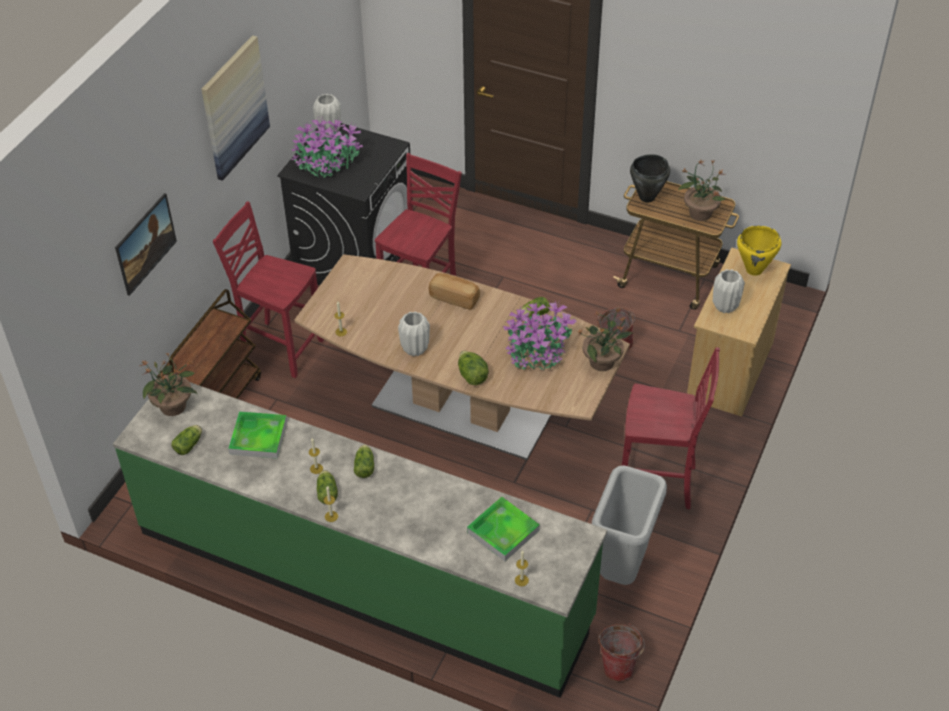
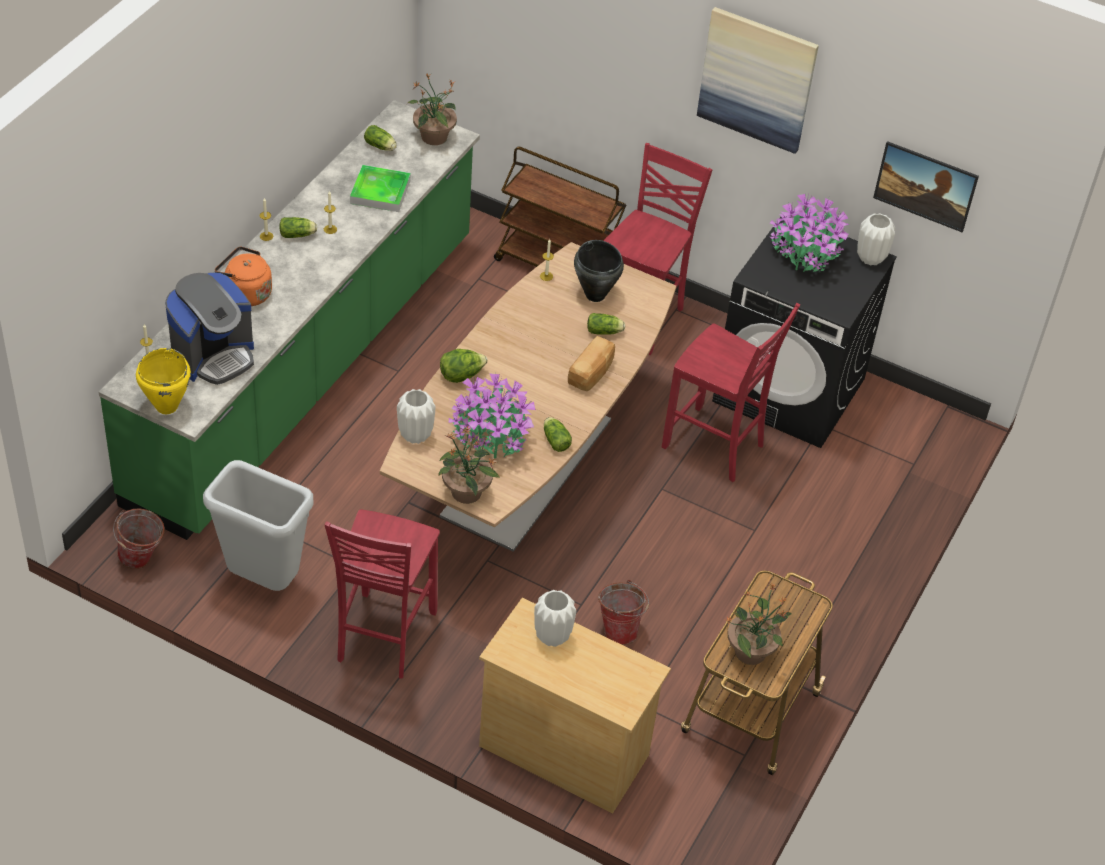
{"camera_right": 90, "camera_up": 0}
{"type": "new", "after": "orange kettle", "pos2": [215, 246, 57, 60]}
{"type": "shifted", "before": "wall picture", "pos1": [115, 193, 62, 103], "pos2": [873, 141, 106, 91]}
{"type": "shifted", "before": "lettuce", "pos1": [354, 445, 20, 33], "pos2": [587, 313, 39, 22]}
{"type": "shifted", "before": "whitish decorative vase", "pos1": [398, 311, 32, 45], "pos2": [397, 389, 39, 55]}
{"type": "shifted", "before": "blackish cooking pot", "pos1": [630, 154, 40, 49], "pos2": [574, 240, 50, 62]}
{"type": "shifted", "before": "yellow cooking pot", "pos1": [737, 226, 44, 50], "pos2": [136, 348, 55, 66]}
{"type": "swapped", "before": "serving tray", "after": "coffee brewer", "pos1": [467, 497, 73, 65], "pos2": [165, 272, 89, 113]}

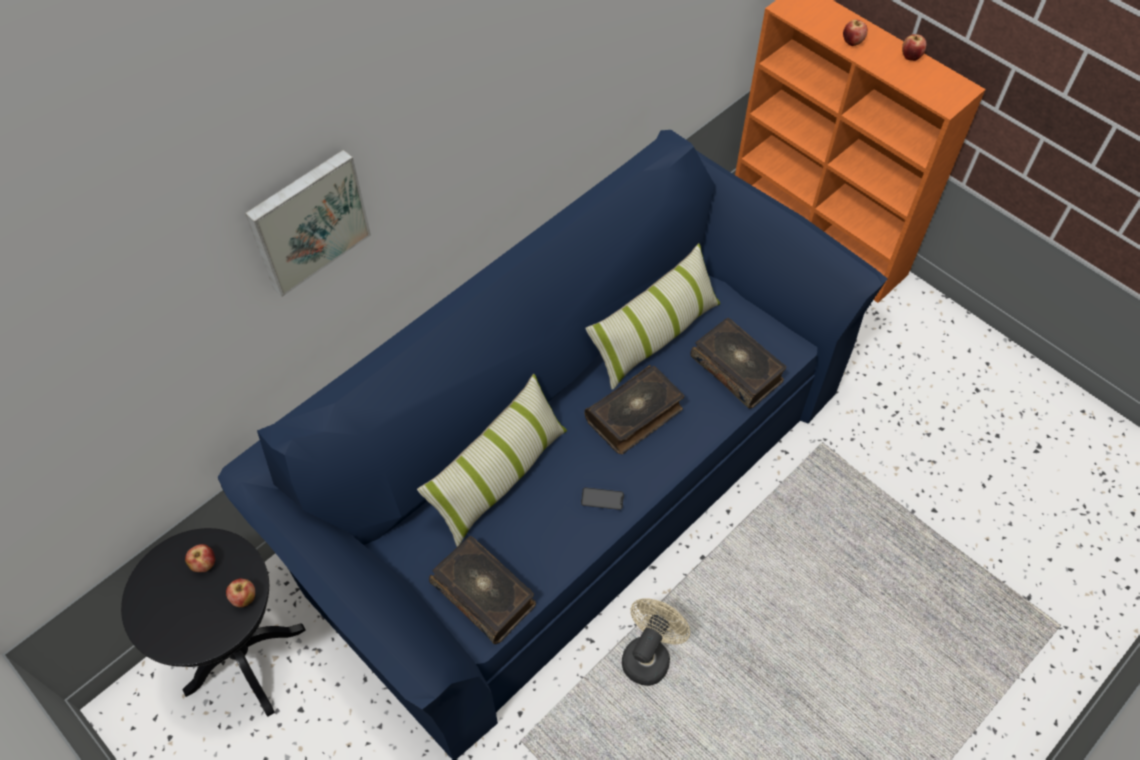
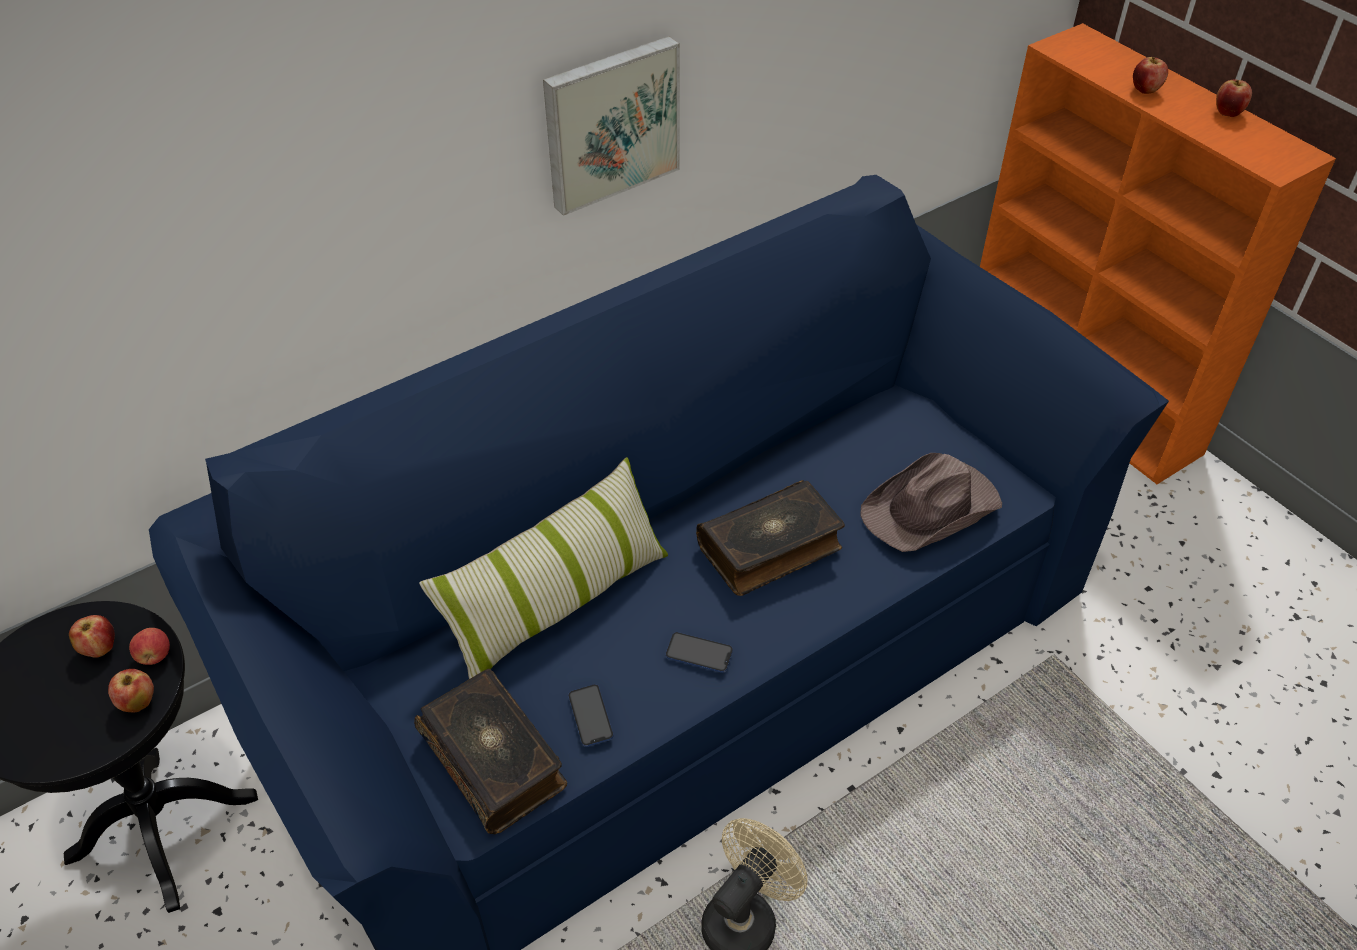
{"camera_right": 10, "camera_up": -10}
{"type": "gone", "before": "throw pillow", "pos1": [585, 243, 135, 147]}
{"type": "new", "after": "whole apple", "pos2": [129, 628, 41, 37]}
{"type": "new", "after": "phone", "pos2": [568, 684, 46, 63]}
{"type": "shifted", "before": "wall picture", "pos1": [245, 149, 126, 148], "pos2": [543, 36, 137, 180]}
{"type": "swapped", "before": "volume", "after": "brown-coloured wearable hat", "pos1": [690, 318, 96, 91], "pos2": [860, 453, 142, 99]}

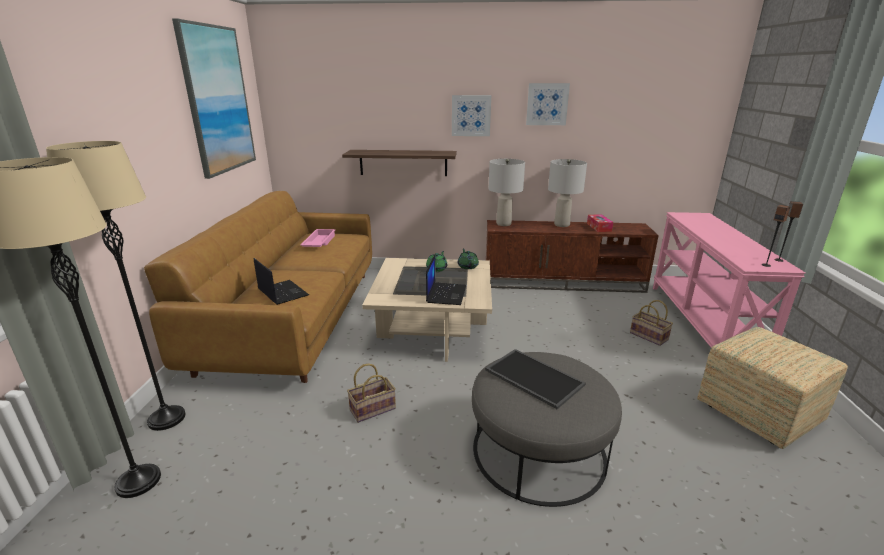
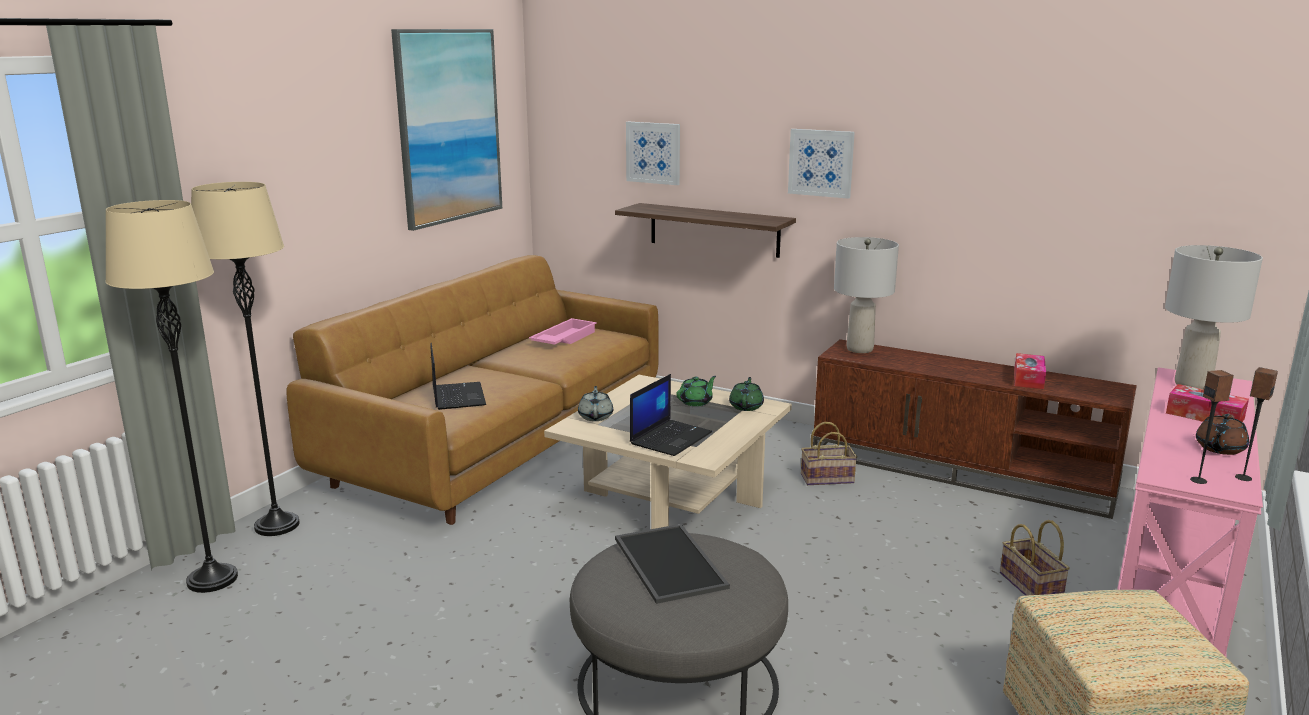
{"camera_right": 25, "camera_up": -5}
{"type": "new", "after": "greyish pot for tea", "pos2": [578, 386, 35, 35]}
{"type": "new", "after": "box of tissues", "pos2": [1166, 384, 83, 38]}
{"type": "new", "after": "brown-coloured pot for tea", "pos2": [1196, 414, 53, 41]}
{"type": "shifted", "before": "storage basket", "pos1": [347, 363, 49, 60], "pos2": [801, 422, 56, 63]}
{"type": "shifted", "before": "wall picture", "pos1": [526, 83, 44, 42], "pos2": [626, 122, 54, 63]}
{"type": "shifted", "before": "greyish table lamp", "pos1": [548, 159, 39, 68], "pos2": [1165, 245, 98, 144]}

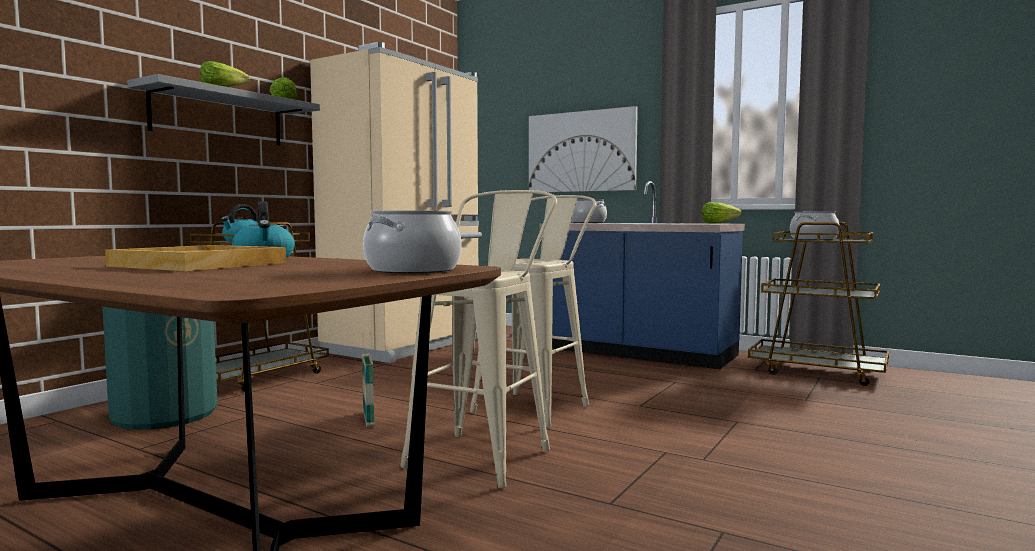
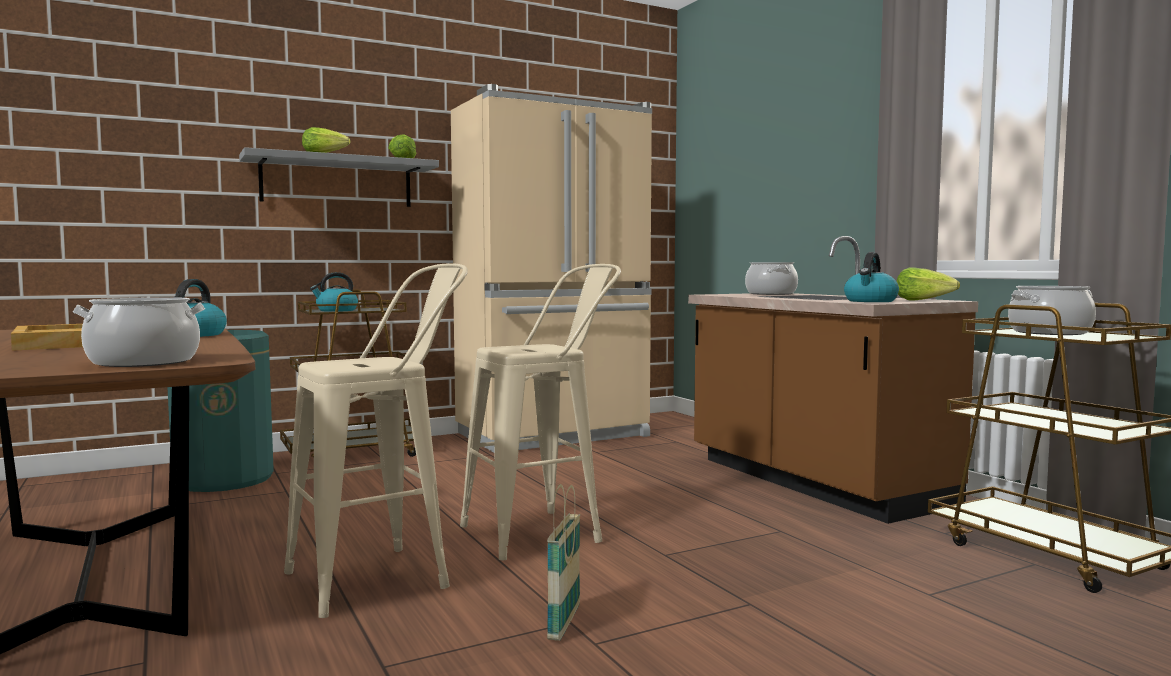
{"camera_right": 30, "camera_up": 0}
{"type": "gone", "before": "wall picture", "pos1": [529, 106, 109, 86]}
{"type": "new", "after": "kettle", "pos2": [844, 252, 55, 50]}
{"type": "shifted", "before": "storage basket", "pos1": [362, 333, 12, 94], "pos2": [547, 484, 33, 157]}
{"type": "repainted", "before": "bluish kitchen base unit", "after": "brown-coloured kitchen base unit", "pos1": [539, 181, 206, 188], "pos2": [688, 236, 290, 288]}

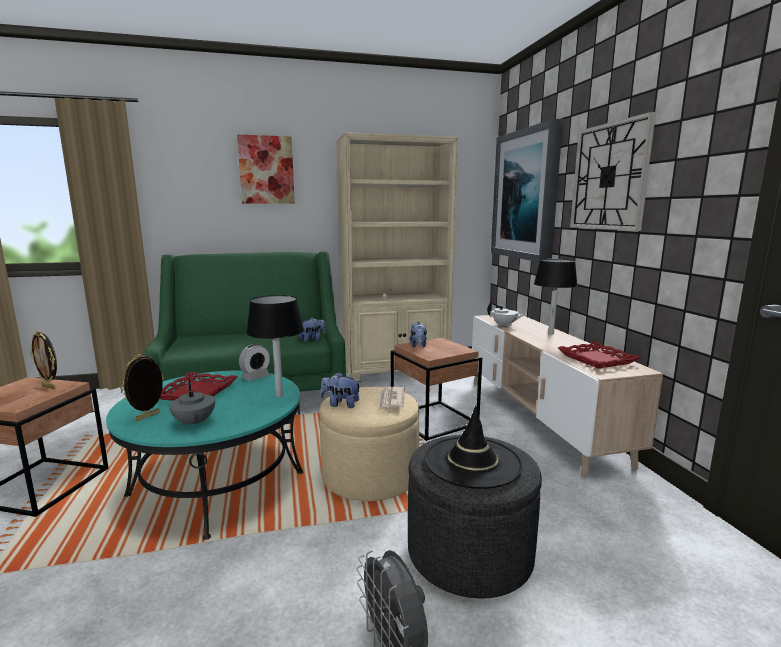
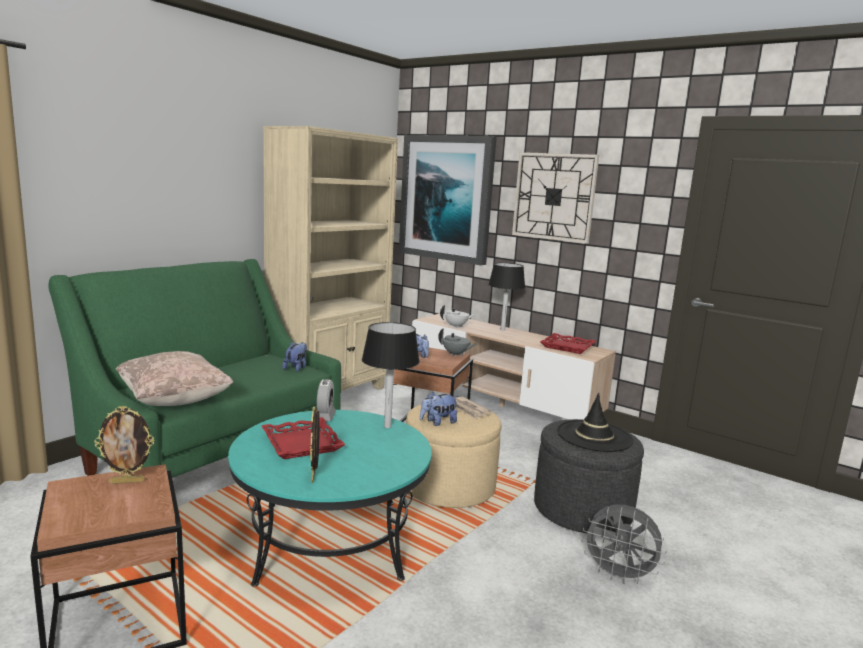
{"camera_right": -40, "camera_up": 0}
{"type": "gone", "before": "wall picture", "pos1": [237, 134, 58, 70]}
{"type": "new", "after": "beige-coloured throw pillow", "pos2": [116, 351, 118, 55]}
{"type": "shifted", "before": "greyish pot for tea", "pos1": [169, 381, 46, 47], "pos2": [438, 328, 39, 28]}

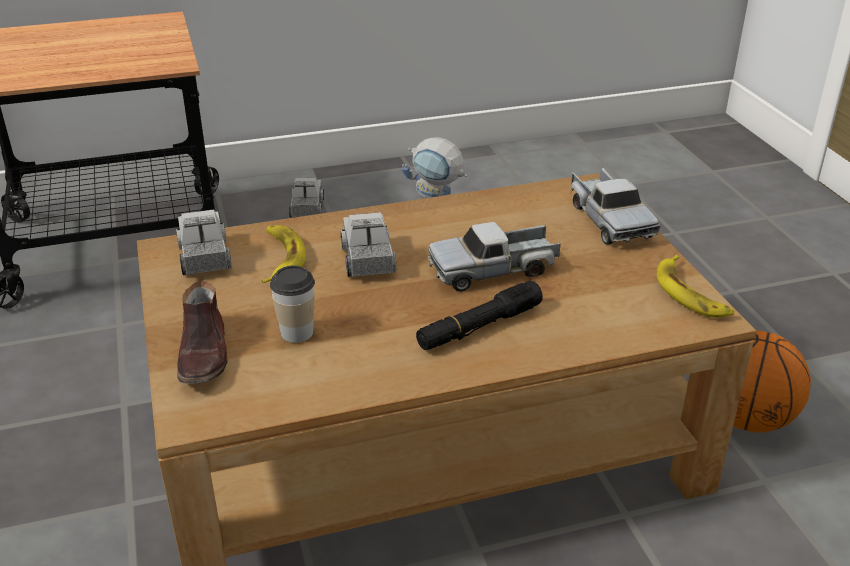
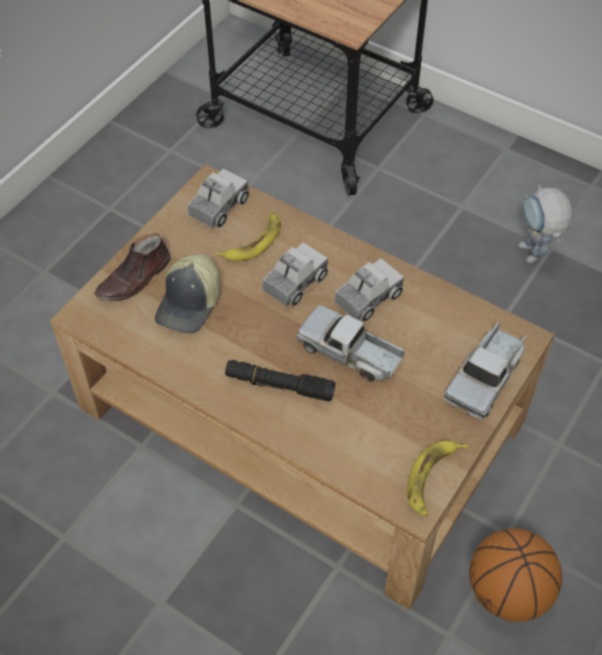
{"camera_right": 50, "camera_up": 20}
{"type": "shifted", "before": "model truck", "pos1": [289, 178, 35, 40], "pos2": [334, 259, 70, 63]}
{"type": "swapped", "before": "drinking cup", "after": "baseball cap", "pos1": [270, 265, 45, 78], "pos2": [155, 254, 65, 79]}

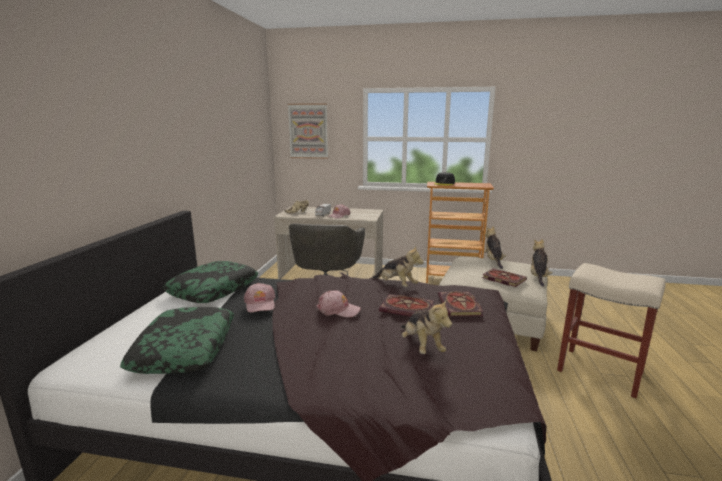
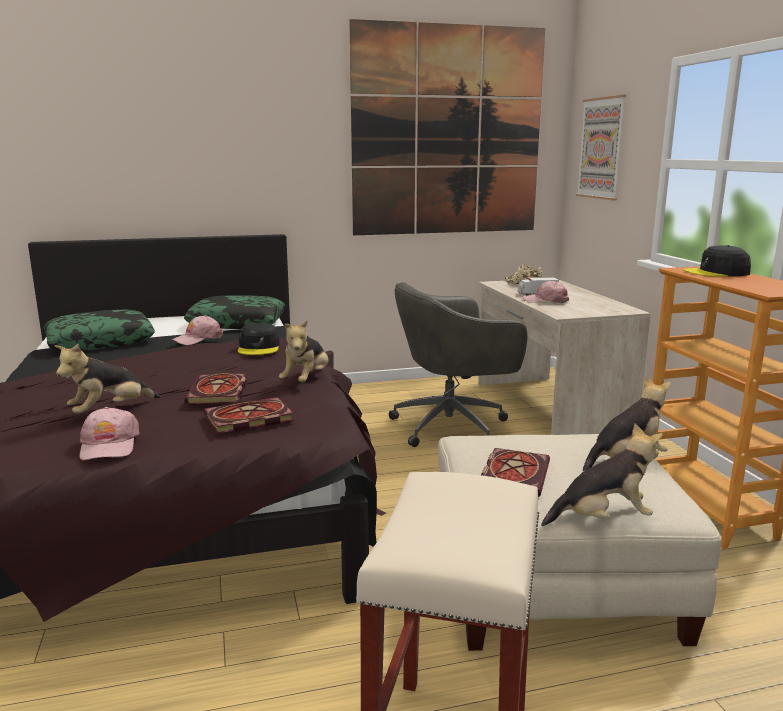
{"camera_right": 65, "camera_up": 0}
{"type": "new", "after": "blackish baseball cap", "pos2": [238, 323, 42, 32]}
{"type": "new", "after": "wall picture", "pos2": [350, 19, 195, 216]}
{"type": "shifted", "before": "pinkish baseball cap", "pos1": [317, 290, 44, 27], "pos2": [79, 407, 61, 53]}

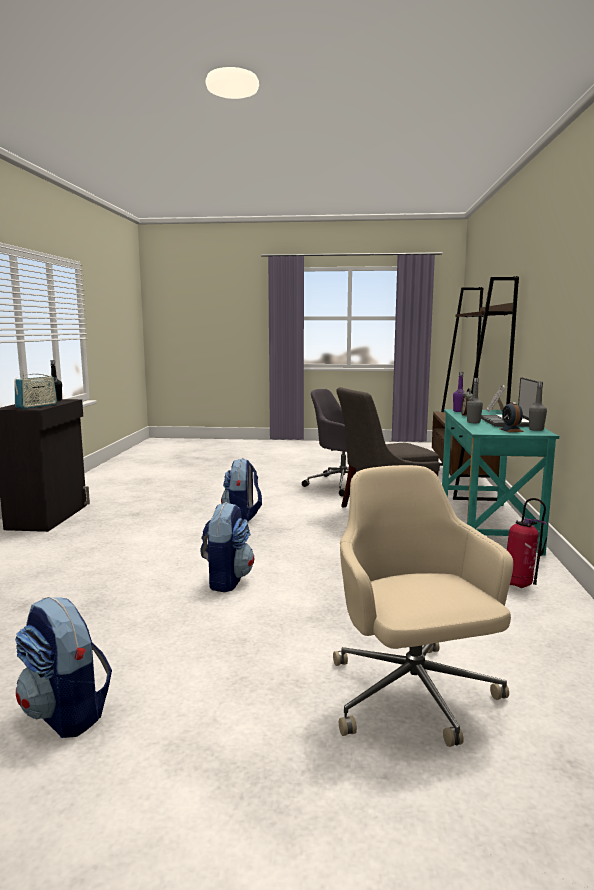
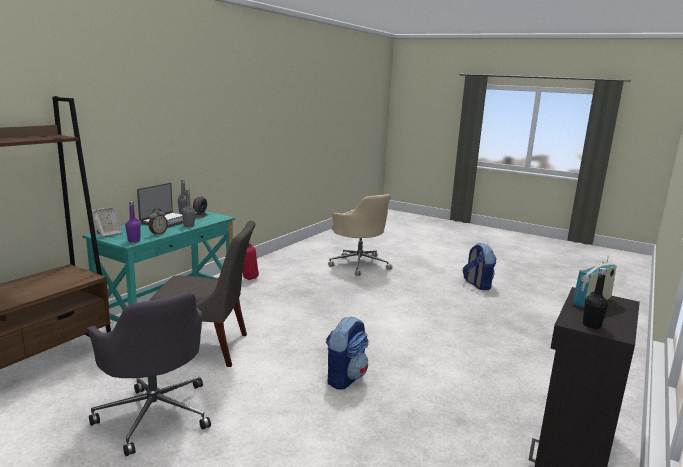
{"camera_right": -155, "camera_up": 5}
{"type": "gone", "before": "knapsack", "pos1": [200, 502, 54, 90]}
{"type": "rotated", "before": "beige-coloured computer chair", "pos1": [333, 465, 180, 282], "pos2": [328, 194, 65, 82], "turn": -45}

